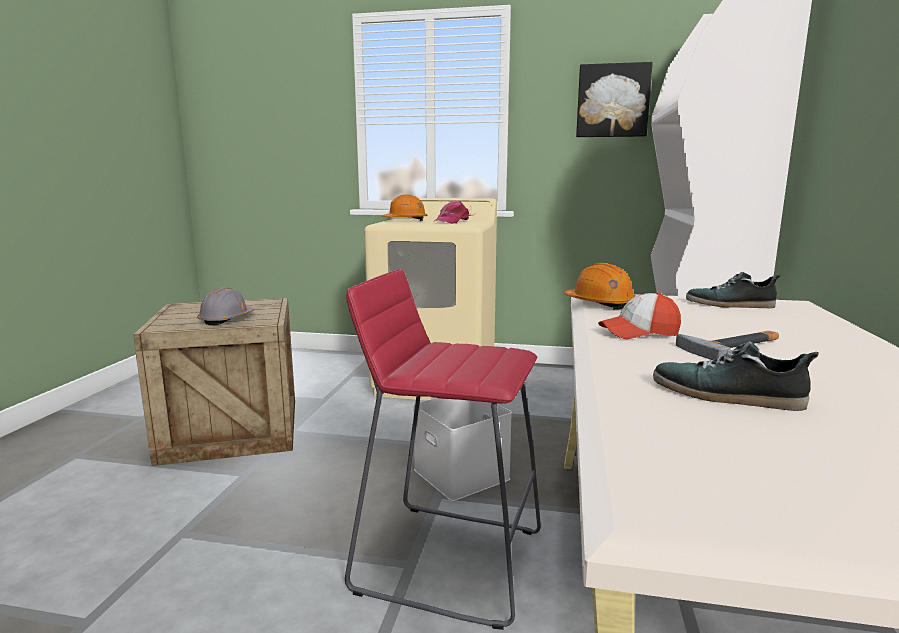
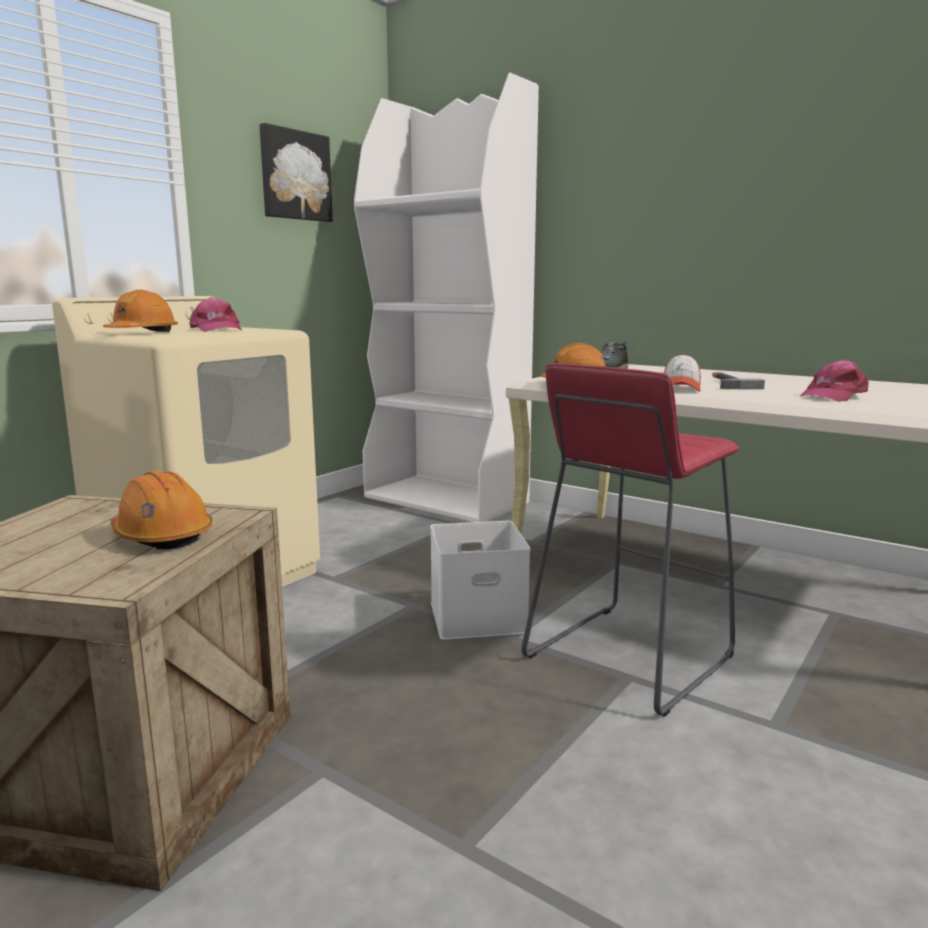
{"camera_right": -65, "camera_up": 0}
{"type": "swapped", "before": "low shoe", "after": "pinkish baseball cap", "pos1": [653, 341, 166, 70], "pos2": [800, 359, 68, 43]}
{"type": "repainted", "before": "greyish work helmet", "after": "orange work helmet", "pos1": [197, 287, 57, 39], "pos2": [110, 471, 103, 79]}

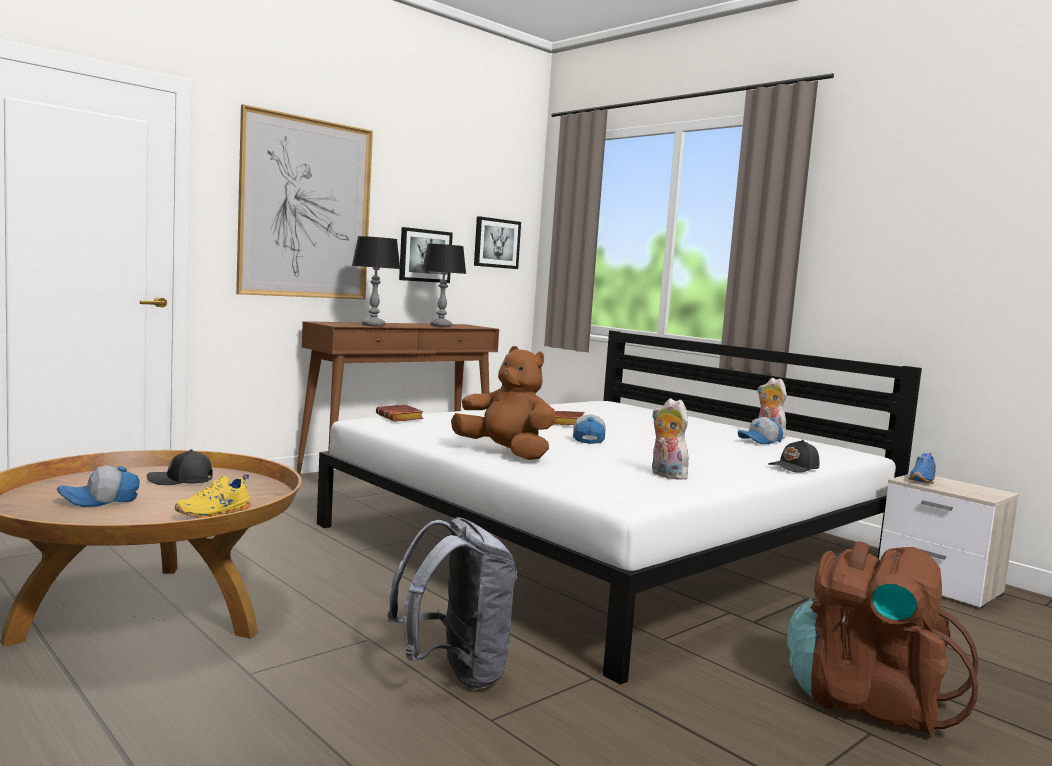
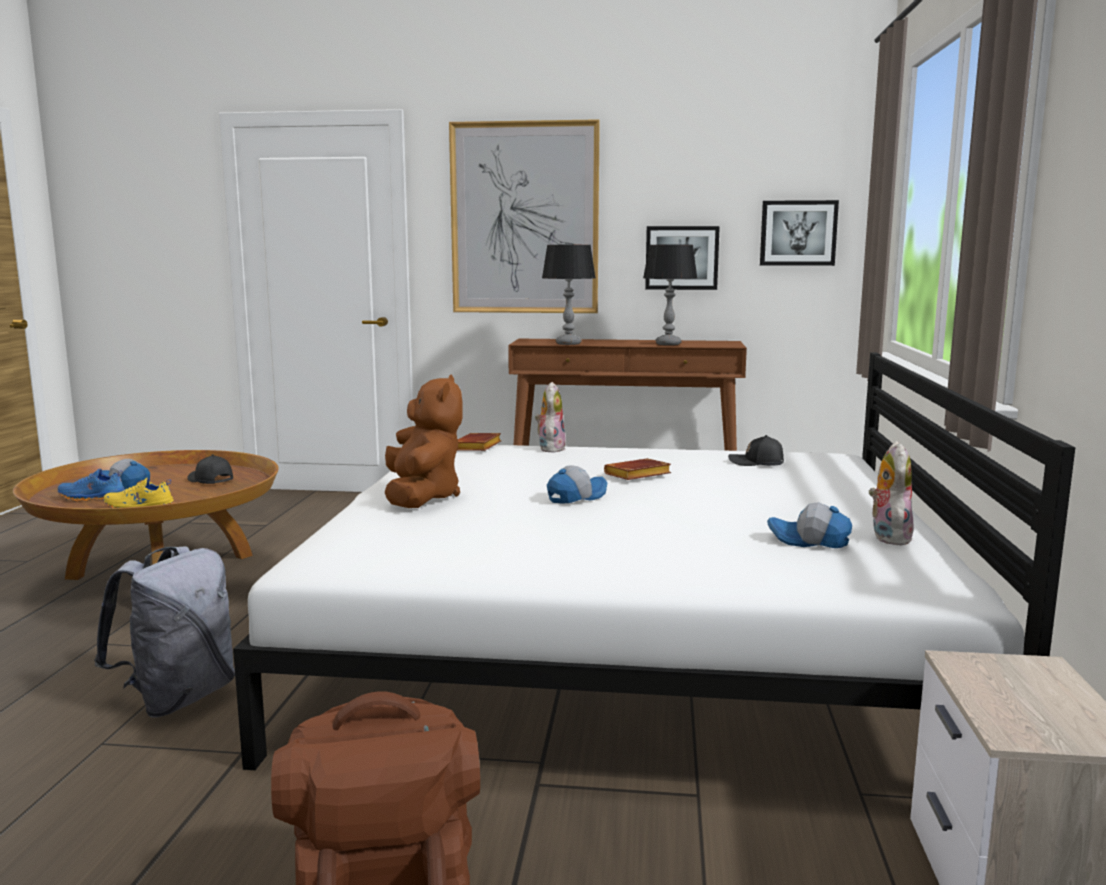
{"camera_right": 50, "camera_up": 5}
{"type": "shifted", "before": "cuddly toy", "pos1": [652, 398, 37, 82], "pos2": [535, 382, 31, 71]}
{"type": "shifted", "before": "blackish baseball cap", "pos1": [768, 440, 52, 33], "pos2": [728, 435, 56, 31]}
{"type": "shifted", "before": "bluish low shoe", "pos1": [909, 452, 27, 32], "pos2": [58, 469, 67, 33]}

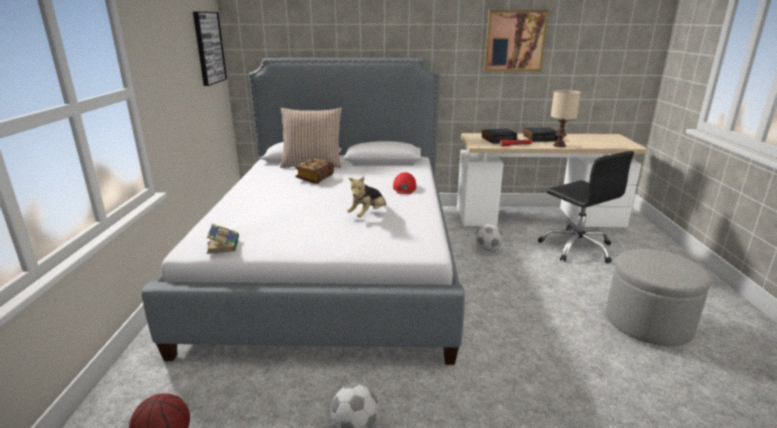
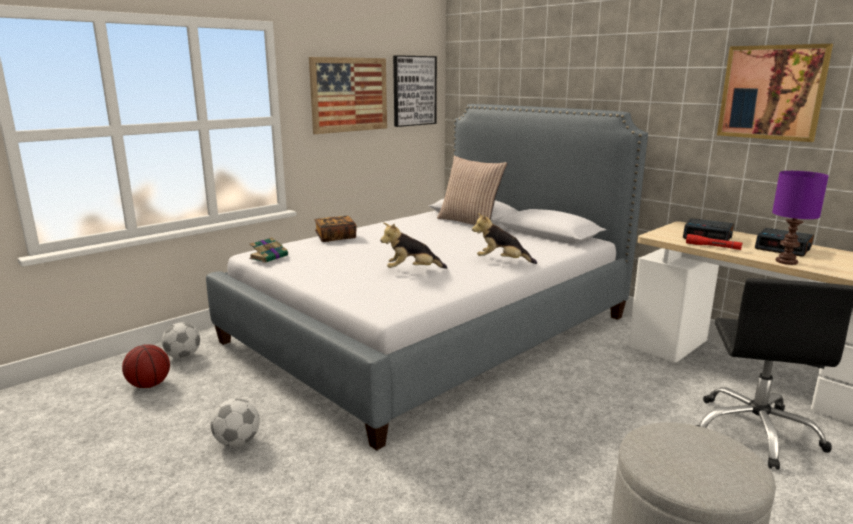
{"camera_right": 45, "camera_up": -5}
{"type": "new", "after": "wall picture", "pos2": [309, 57, 78, 77]}
{"type": "shifted", "before": "volume", "pos1": [295, 158, 39, 26], "pos2": [314, 216, 43, 26]}
{"type": "shifted", "before": "football", "pos1": [475, 224, 28, 27], "pos2": [162, 322, 38, 36]}
{"type": "swapped", "before": "reddish baseball cap", "after": "cuddly toy", "pos1": [393, 172, 23, 22], "pos2": [472, 213, 65, 51]}
{"type": "repainted", "before": "beige-coloured table lamp", "after": "purplish table lamp", "pos1": [551, 90, 30, 57], "pos2": [772, 171, 57, 94]}

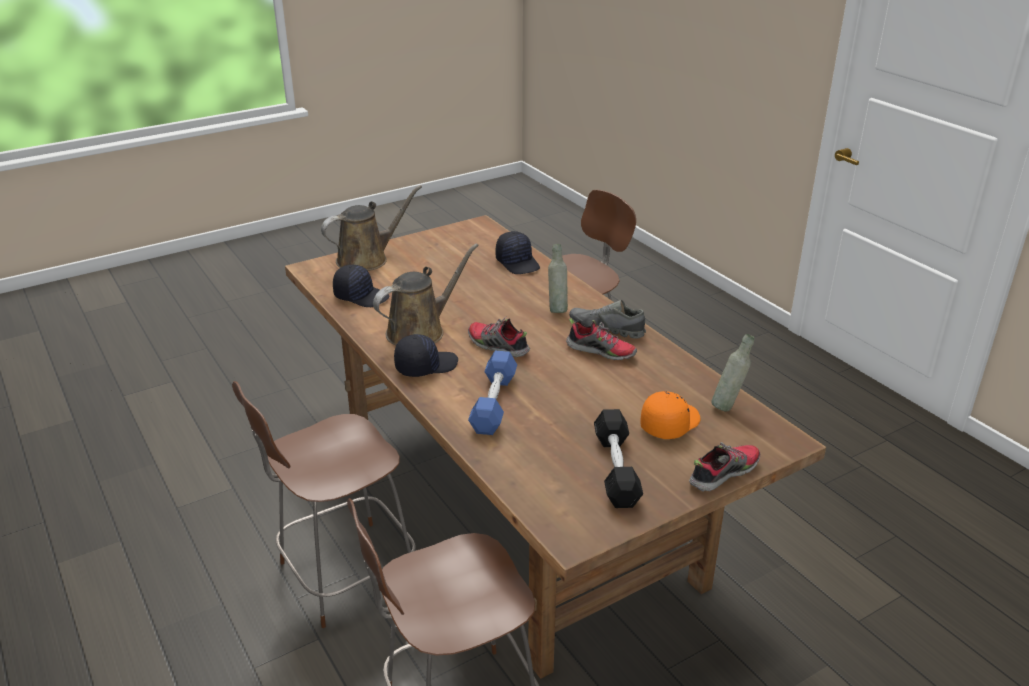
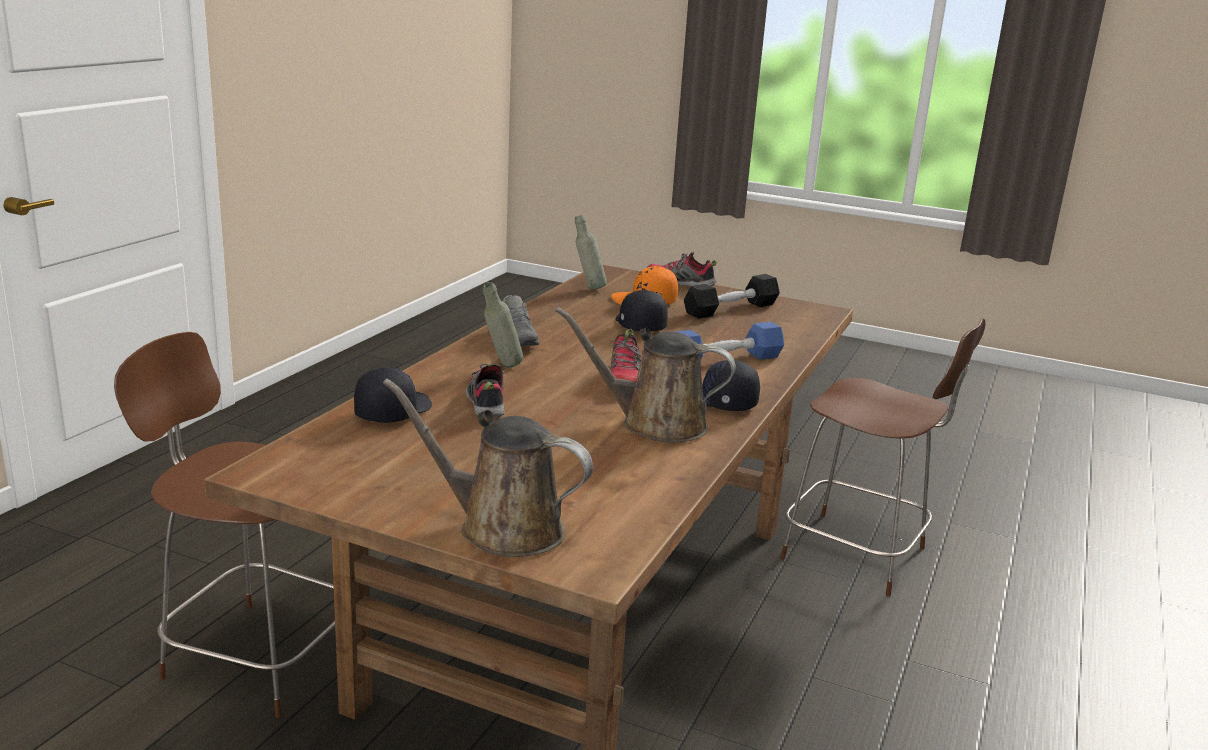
{"camera_right": -125, "camera_up": -10}
{"type": "gone", "before": "brown-coloured plain chair", "pos1": [232, 381, 184, 247]}
{"type": "shifted", "before": "blackish baseball cap", "pos1": [333, 265, 56, 42], "pos2": [615, 290, 53, 41]}
{"type": "shifted", "before": "low shoe", "pos1": [566, 318, 71, 42], "pos2": [466, 363, 39, 54]}

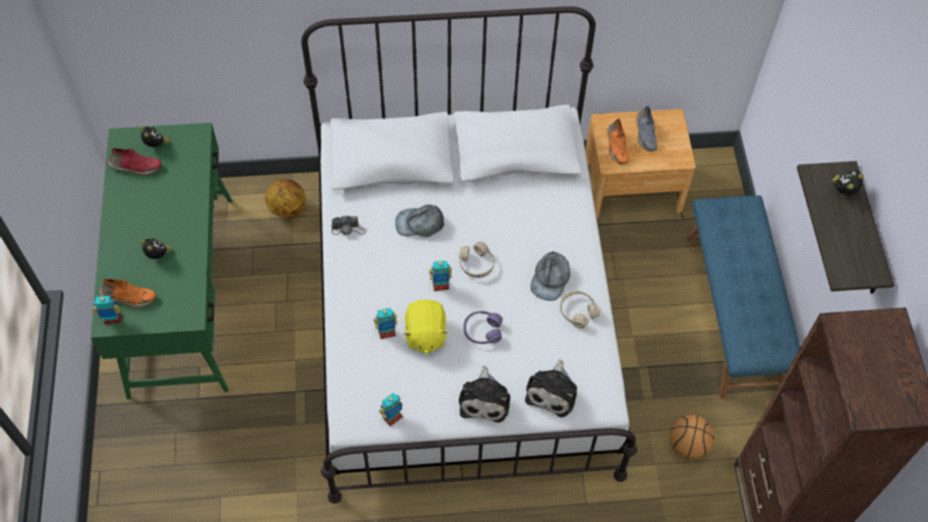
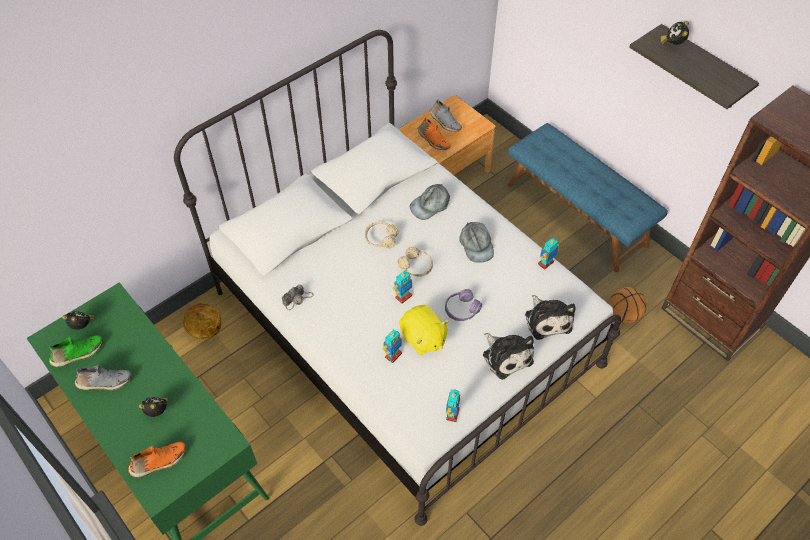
{"camera_right": -35, "camera_up": -5}
{"type": "new", "after": "greyish low shoe", "pos2": [75, 365, 56, 25]}
{"type": "shifted", "before": "toy robot", "pos1": [94, 296, 27, 28], "pos2": [538, 237, 21, 33]}
{"type": "shifted", "before": "greyish baseball cap", "pos1": [395, 204, 49, 33], "pos2": [410, 184, 40, 36]}
{"type": "shifted", "before": "beige-coloured pair of headphones", "pos1": [560, 291, 40, 38], "pos2": [365, 222, 34, 27]}
{"type": "repainted", "before": "reddish low shoe", "after": "greenish low shoe", "pos1": [108, 148, 53, 27], "pos2": [49, 335, 54, 32]}

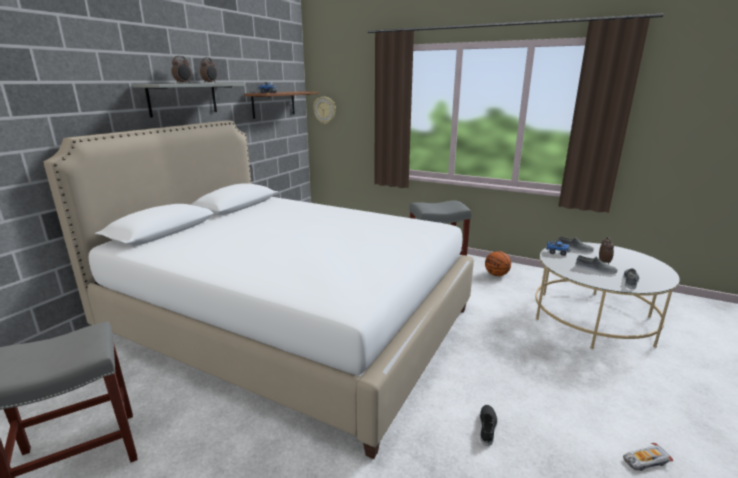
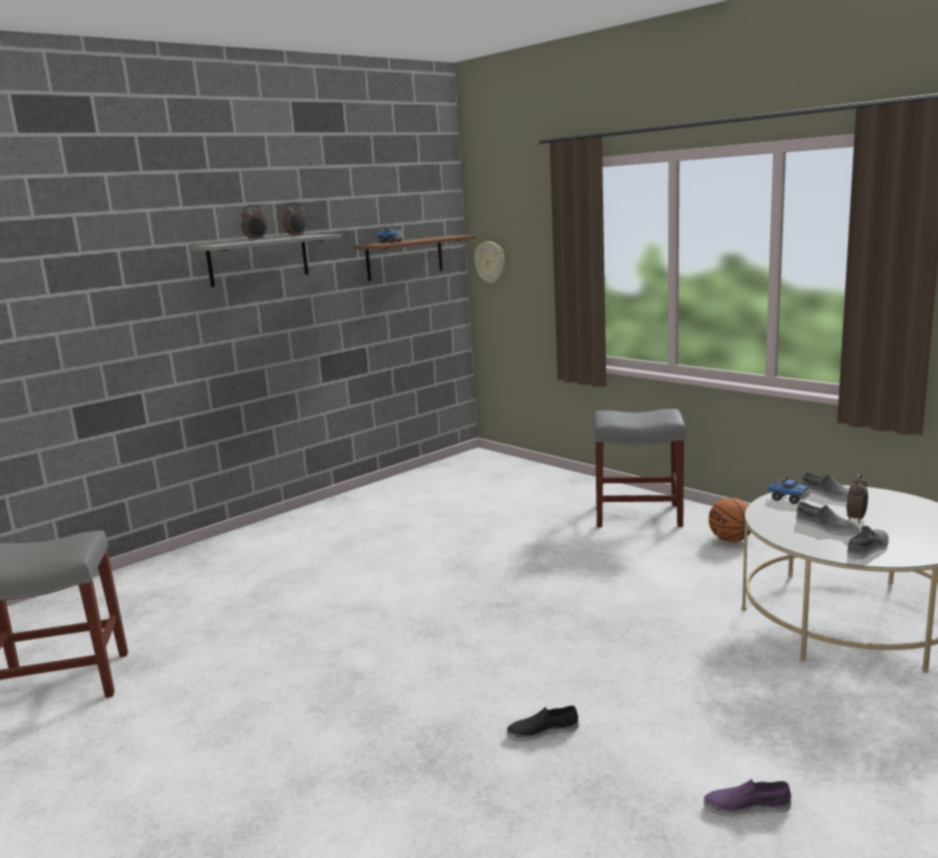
{"camera_right": 20, "camera_up": -5}
{"type": "gone", "before": "whitish bed", "pos1": [43, 120, 431, 339]}
{"type": "swapped", "before": "model car", "after": "purplish low shoe", "pos1": [623, 443, 50, 28], "pos2": [704, 779, 87, 37]}
{"type": "rotated", "before": "blackish low shoe", "pos1": [480, 405, 17, 41], "pos2": [507, 705, 72, 36], "turn": -135}

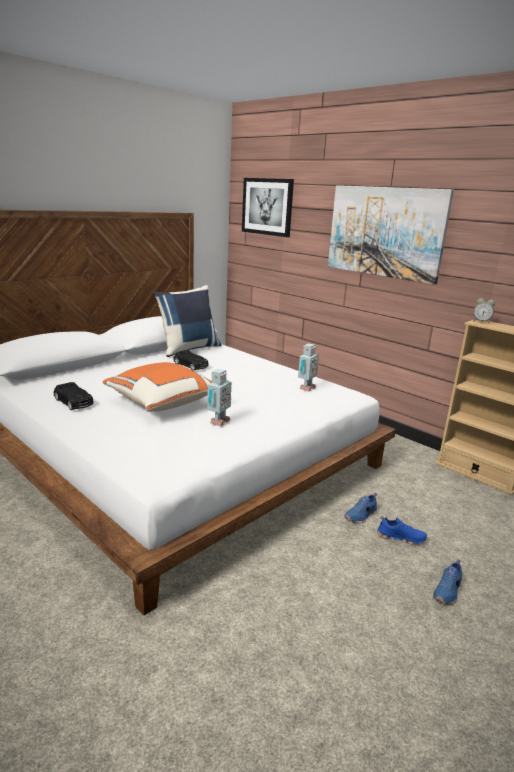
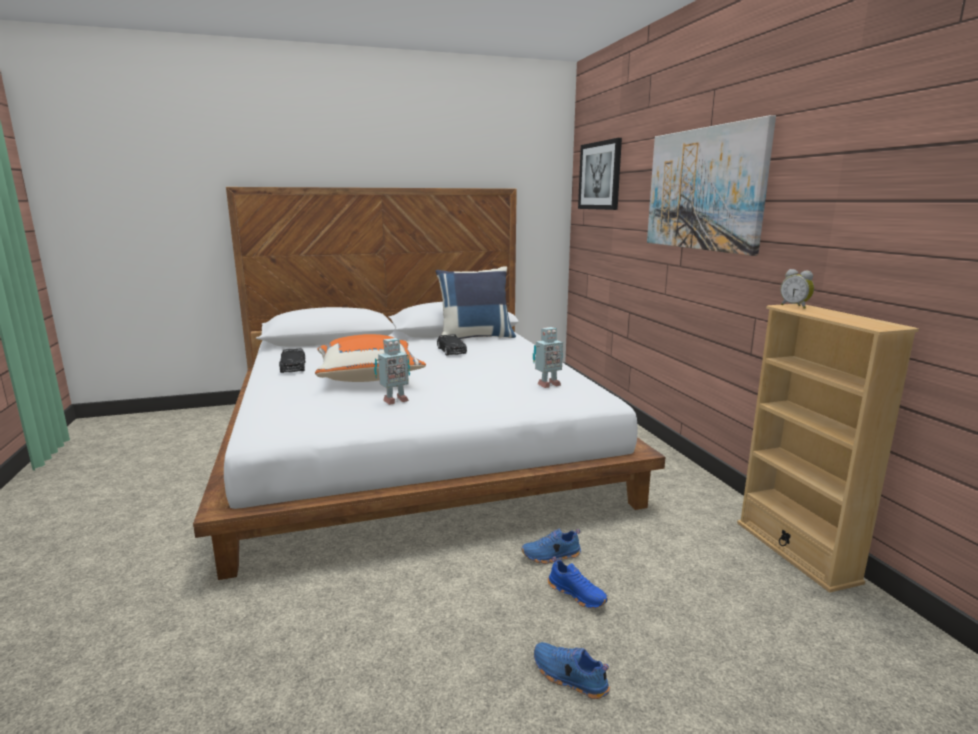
{"camera_right": 30, "camera_up": -5}
{"type": "rotated", "before": "bluish low shoe", "pos1": [433, 559, 29, 46], "pos2": [534, 642, 76, 57], "turn": 60}

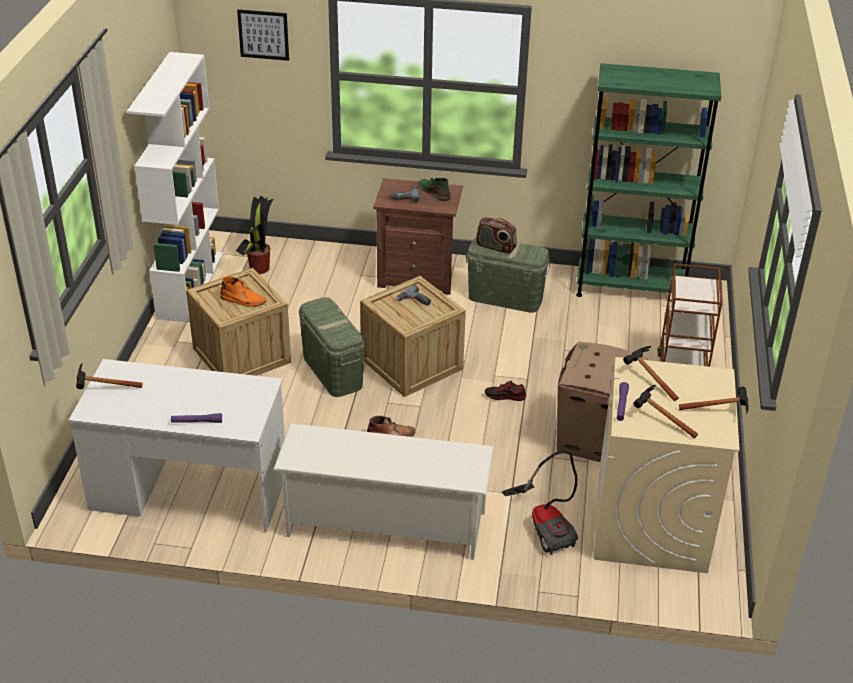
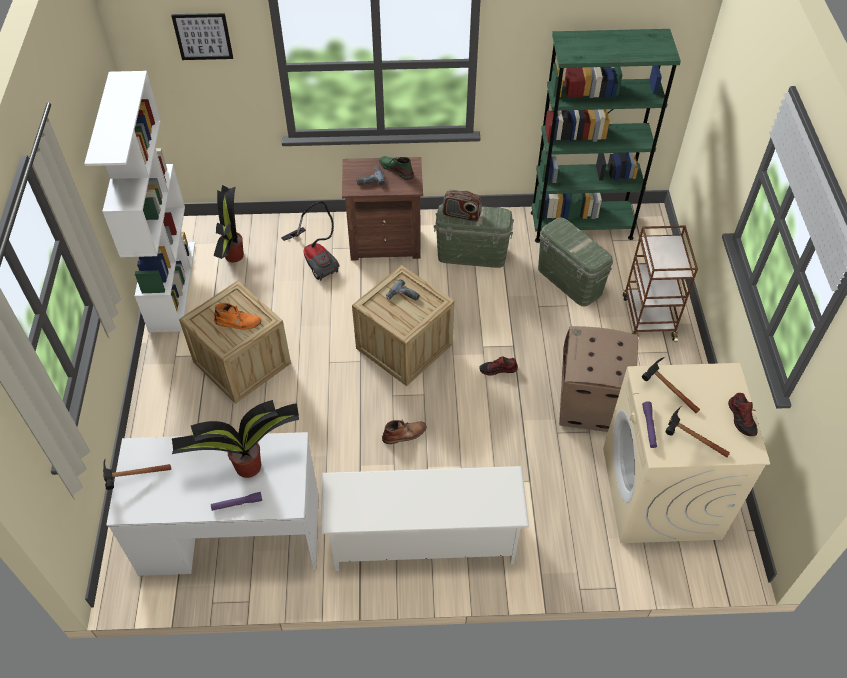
{"camera_right": -10, "camera_up": 15}
{"type": "new", "after": "houseplant", "pos2": [172, 400, 127, 78]}
{"type": "shifted", "before": "greenish storage bin", "pos1": [298, 297, 67, 100], "pos2": [538, 218, 75, 89]}
{"type": "shifted", "before": "hoover", "pos1": [502, 450, 76, 104], "pos2": [281, 201, 59, 80]}
{"type": "swapped", "before": "hammer", "after": "low shoe", "pos1": [679, 387, 70, 27], "pos2": [728, 393, 30, 43]}

